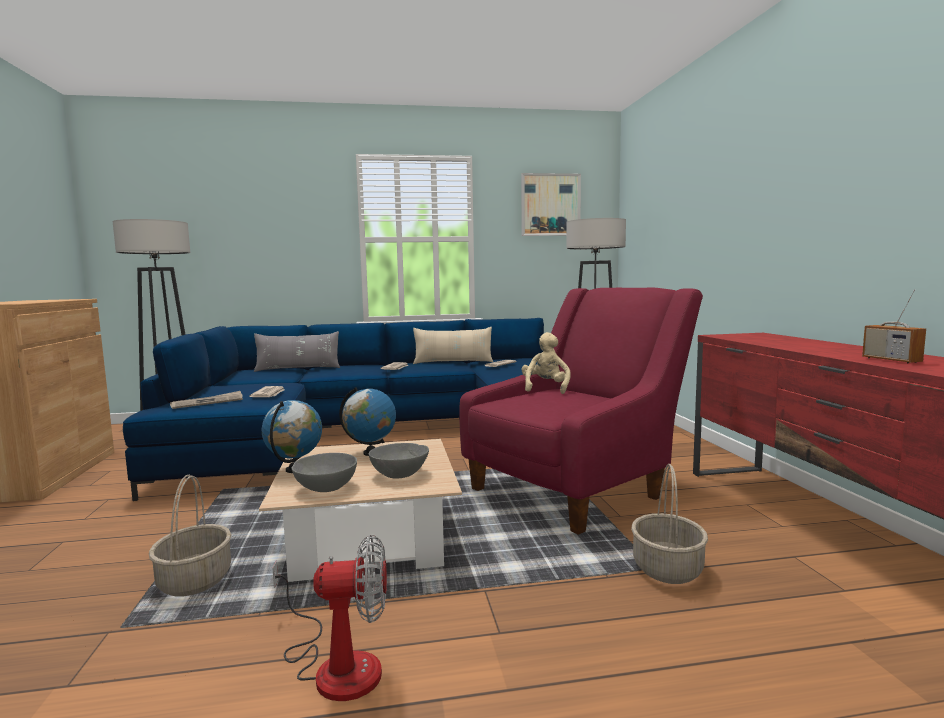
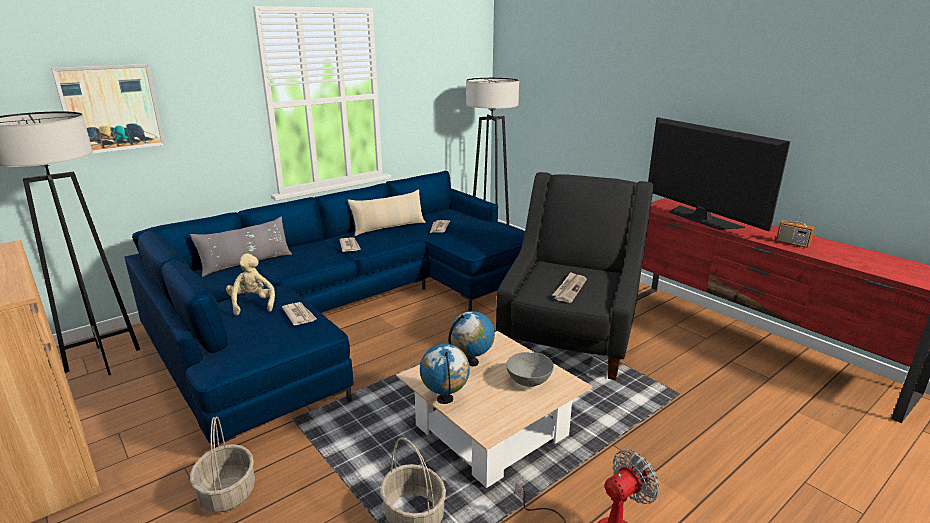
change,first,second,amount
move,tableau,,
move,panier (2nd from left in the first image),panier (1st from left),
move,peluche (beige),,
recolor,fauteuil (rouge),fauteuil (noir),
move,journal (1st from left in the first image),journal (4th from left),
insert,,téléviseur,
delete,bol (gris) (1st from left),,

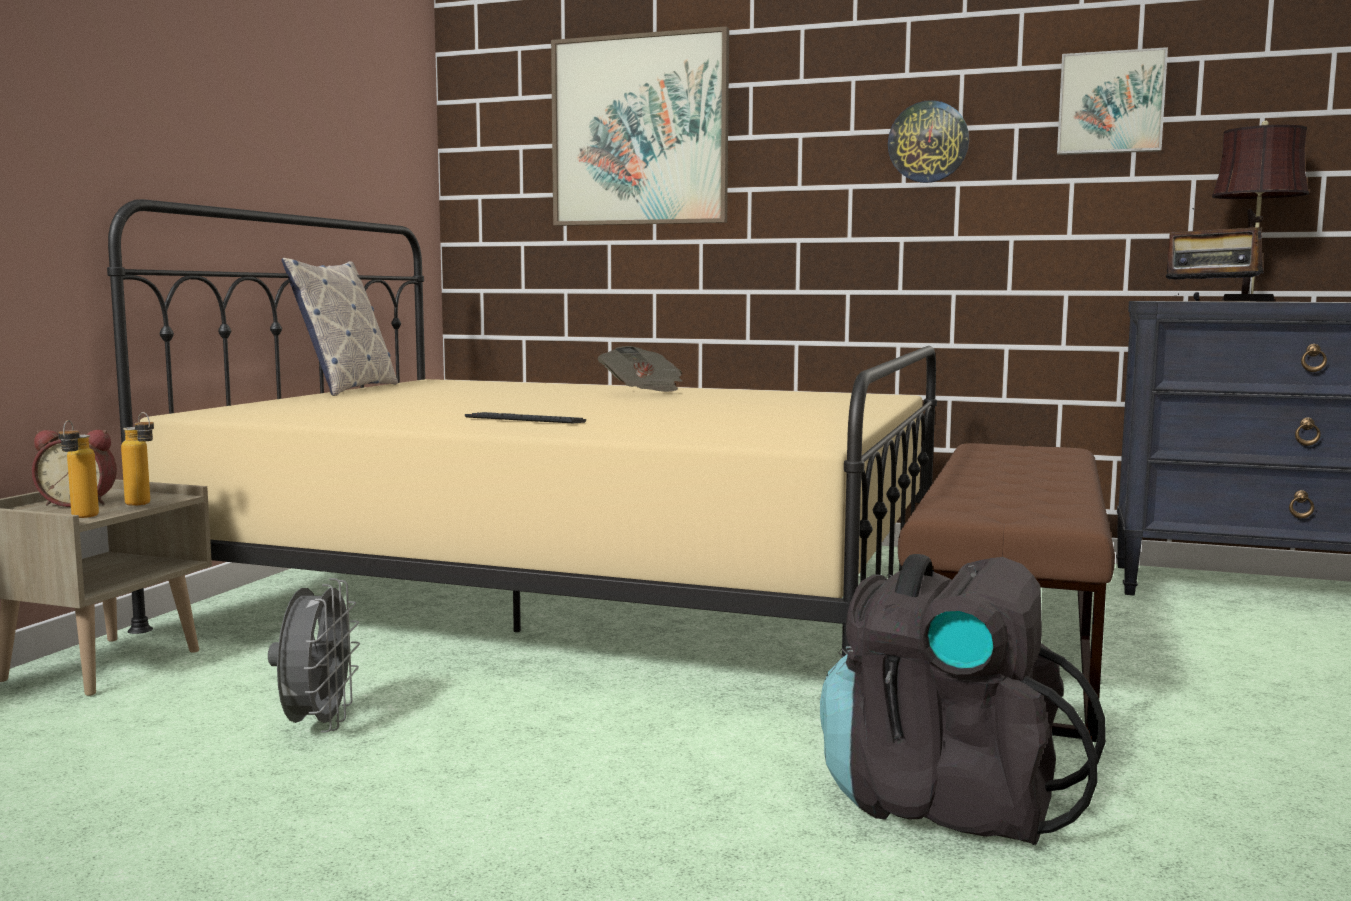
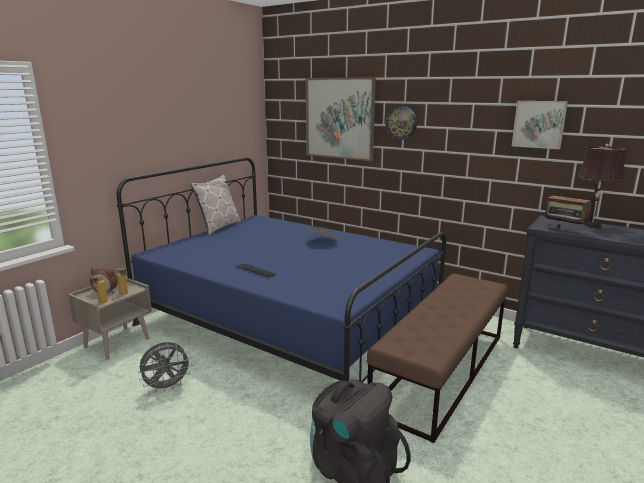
change,first,second,amount
recolor,lit (beige),lit (bleu),
rotate,ventilateur (gris),,45 degrees clockwise
move,horloge murale,,

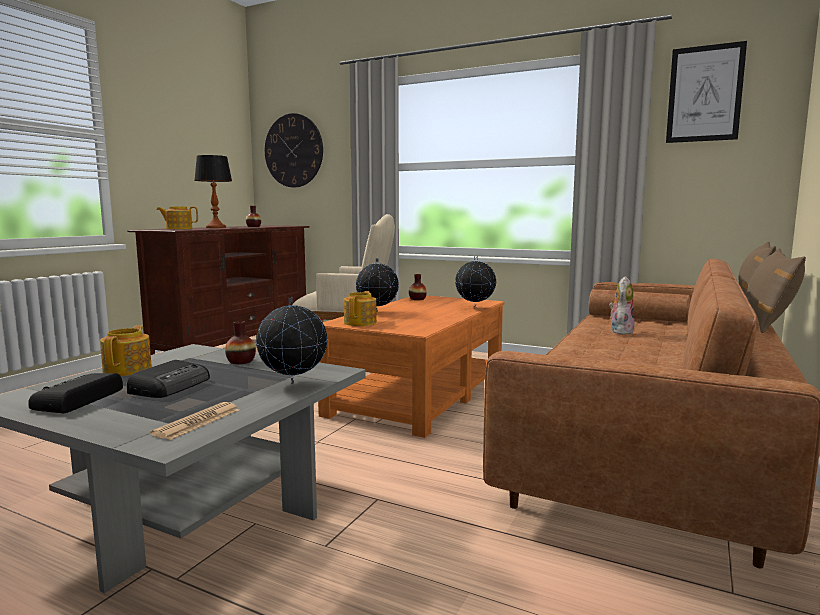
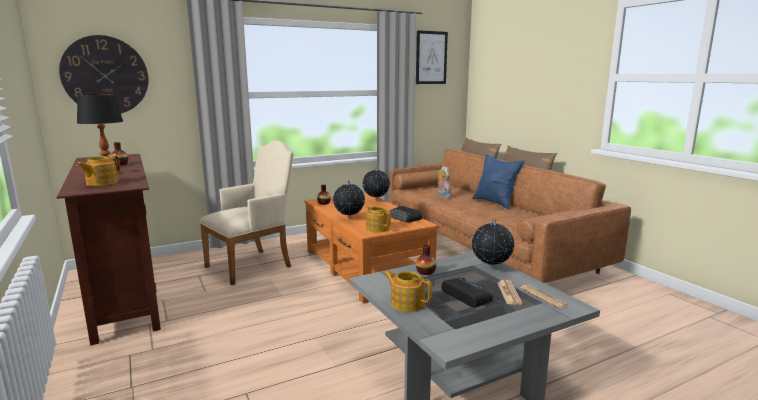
change,first,second,amount
move,radio (1st from left),,
insert,,coussin (bleu),
insert,,journal (1st from left),

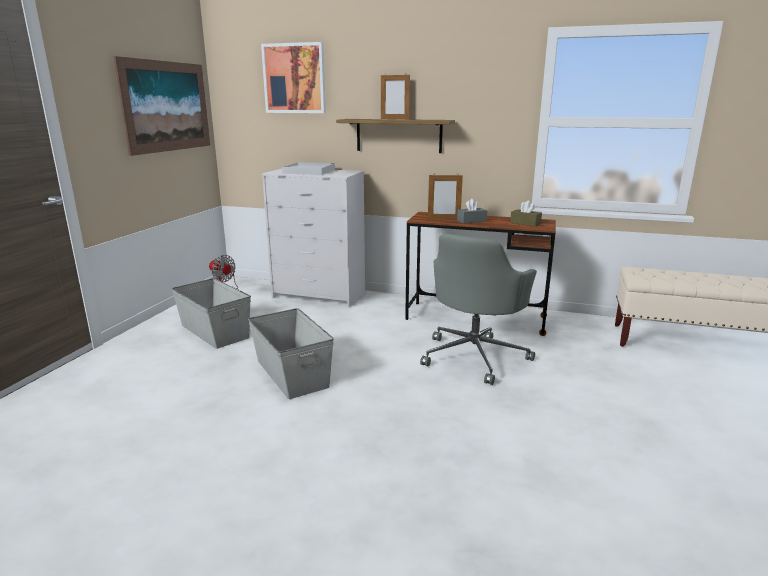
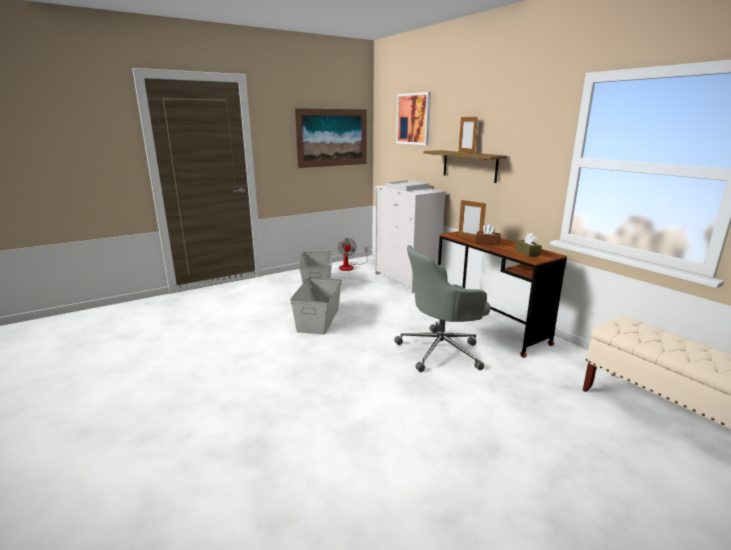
change,first,second,amount
recolor,boîte à mouchoirs (gris),boîte à mouchoirs (marron) (1st from left),

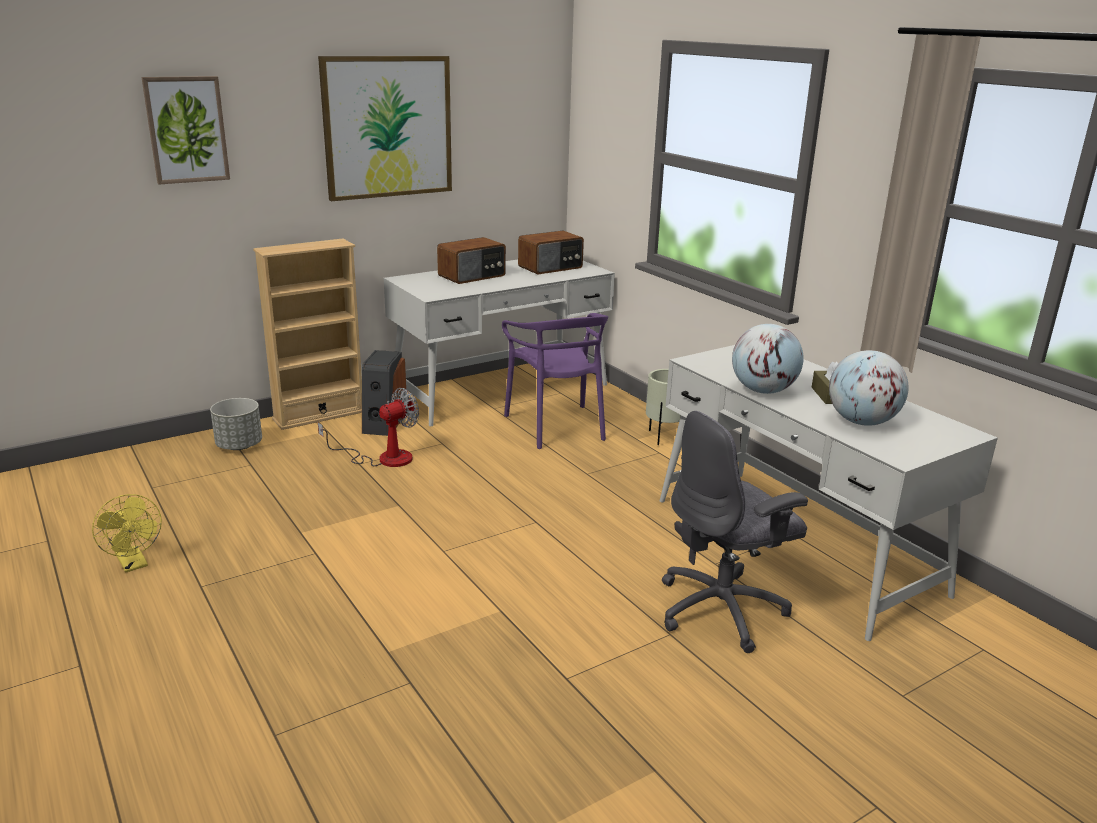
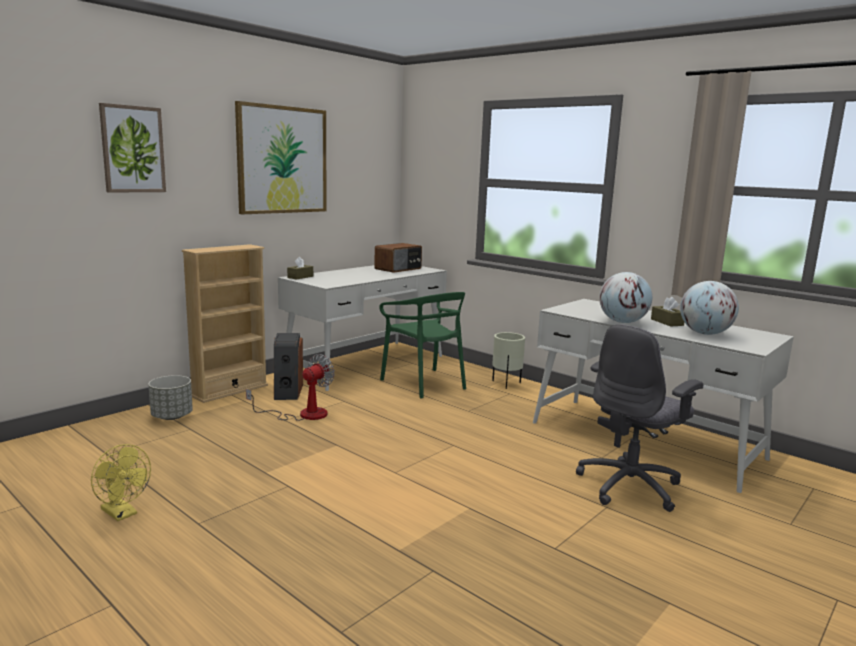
change,first,second,amount
insert,,boîte à mouchoirs (marron) (1st from left),
recolor,chaise (violet),chaise (vert),
delete,radio (1st from left),,

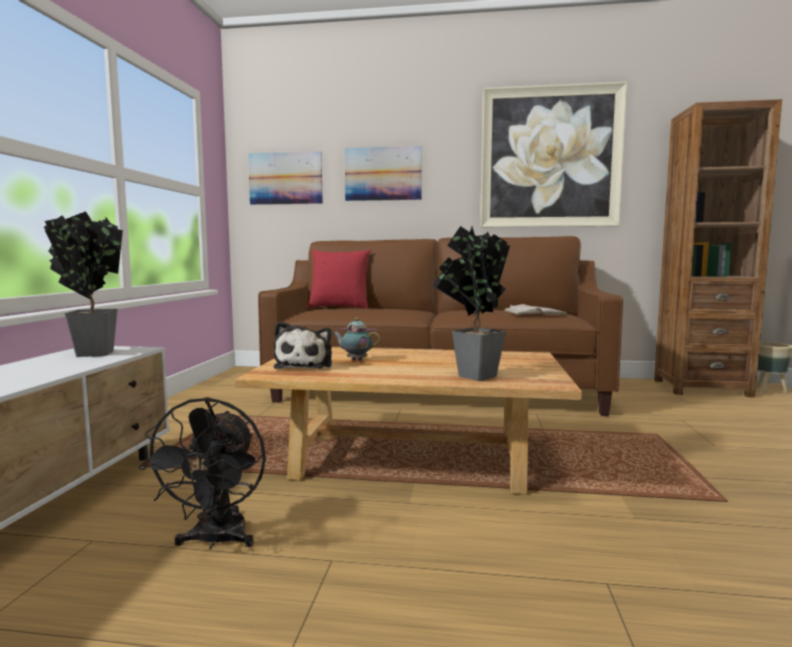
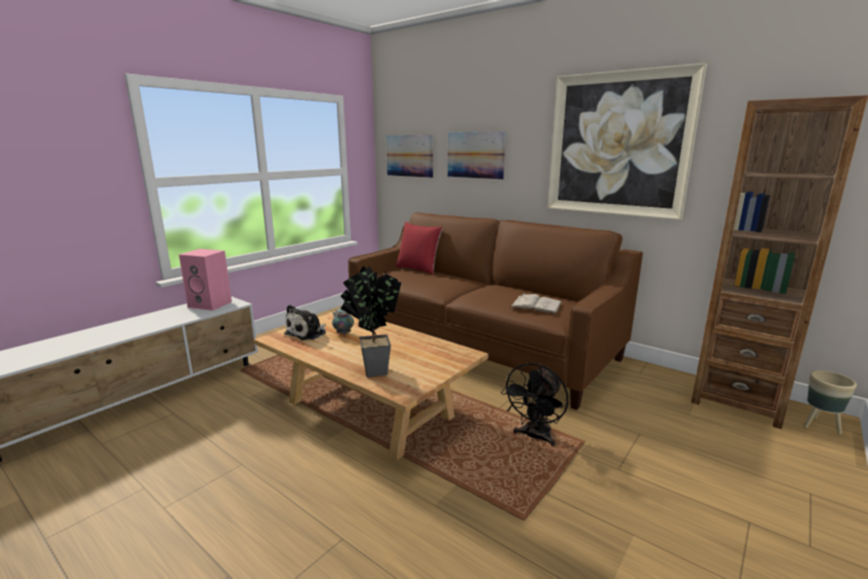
change,first,second,amount
replace,plante en pot (1st from left),enceinte (rose),
move,ventilateur (noir),,

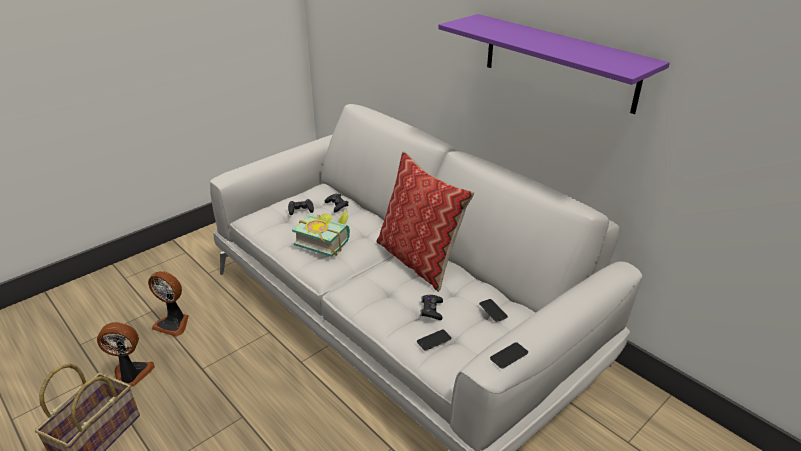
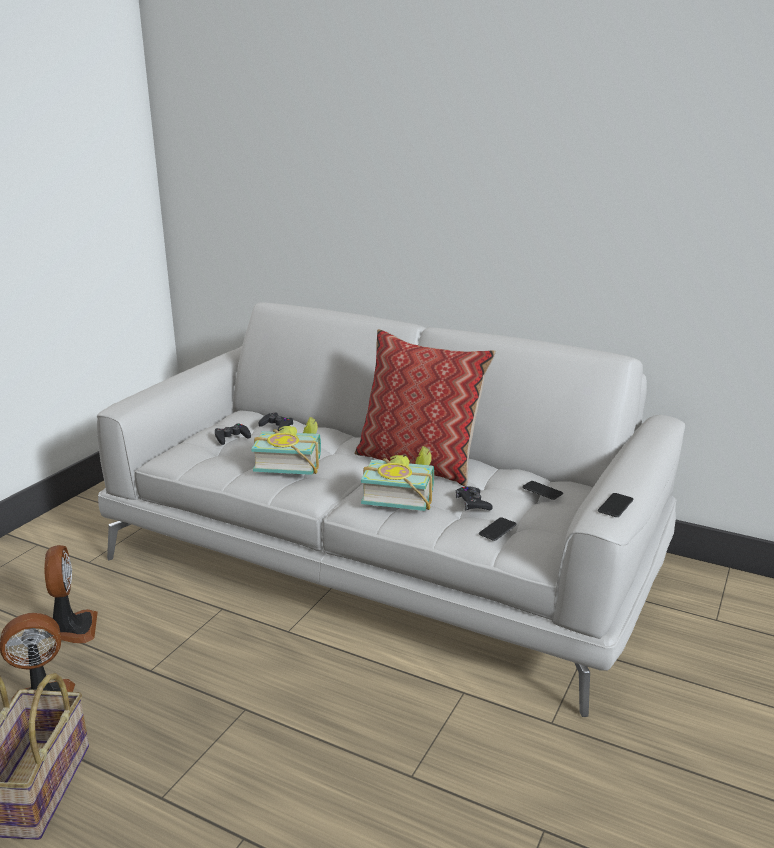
change,first,second,amount
rotate,ventilateur (2nd from left),,105 degrees counterclockwise
insert,,livre (2nd from left),
delete,étagère (violet),,

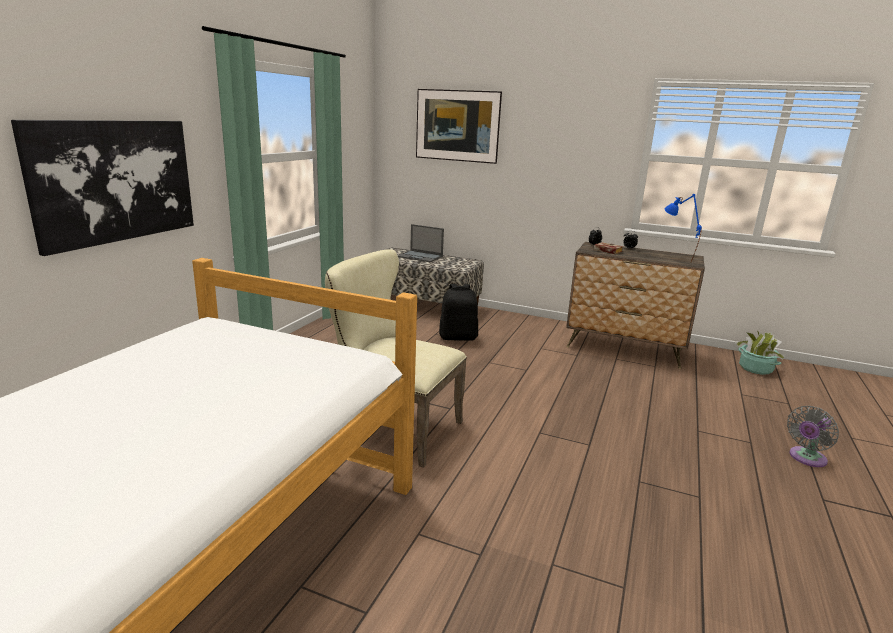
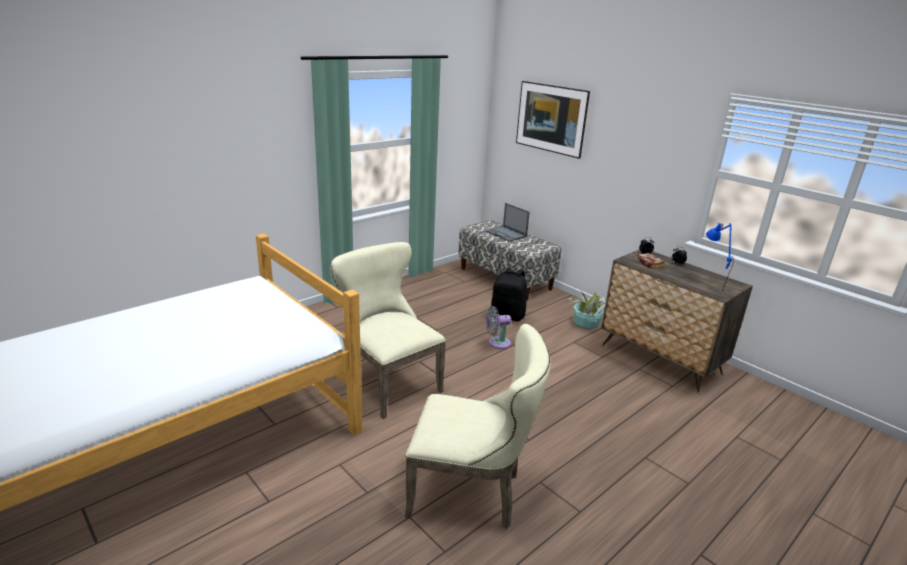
change,first,second,amount
insert,,chaise (beige) (2nd from left),
move,ventilateur (gris),,
move,plante en pot,,
delete,tableau (1st from left),,

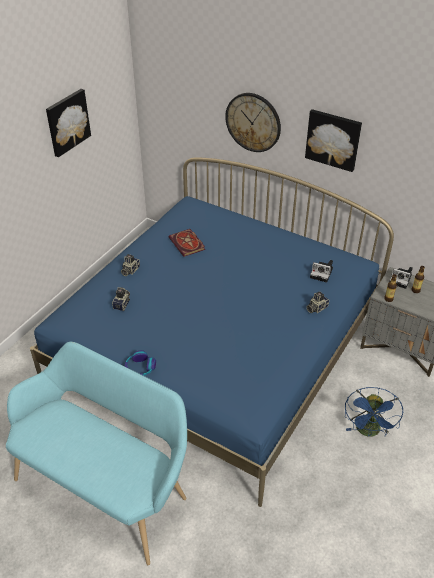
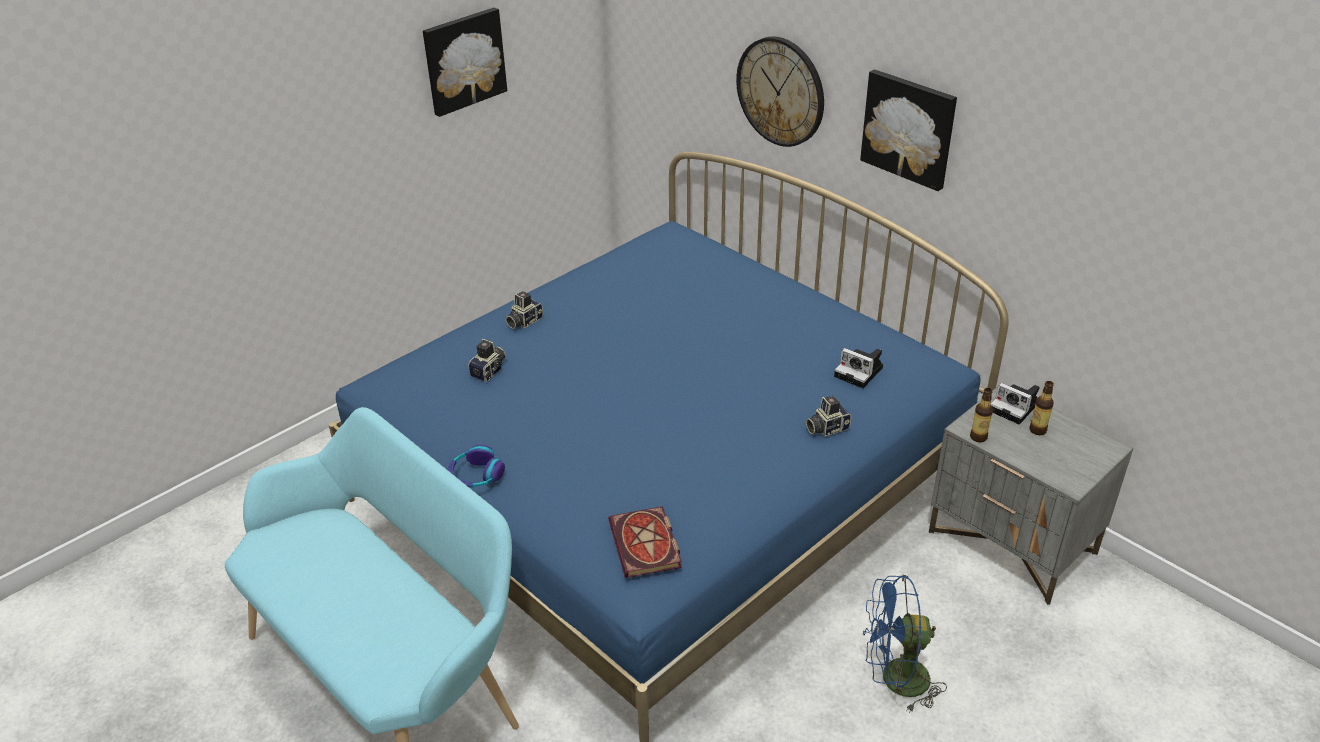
change,first,second,amount
move,livre,,
rotate,ventilateur (bleu),,60 degrees clockwise

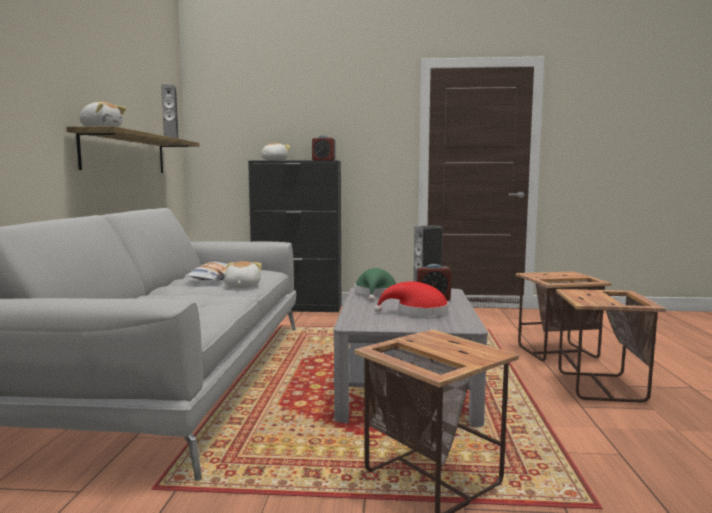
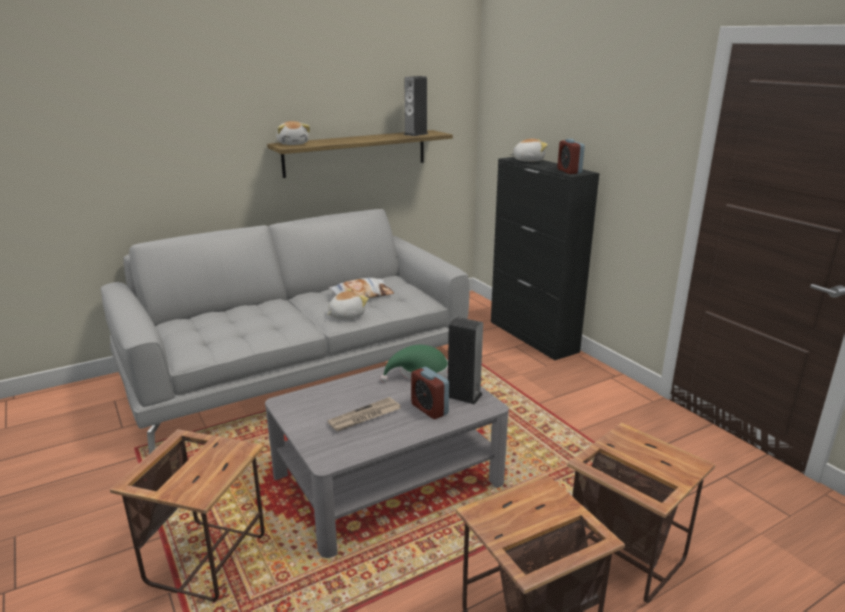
change,first,second,amount
replace,chapeau (rouge),journal,

